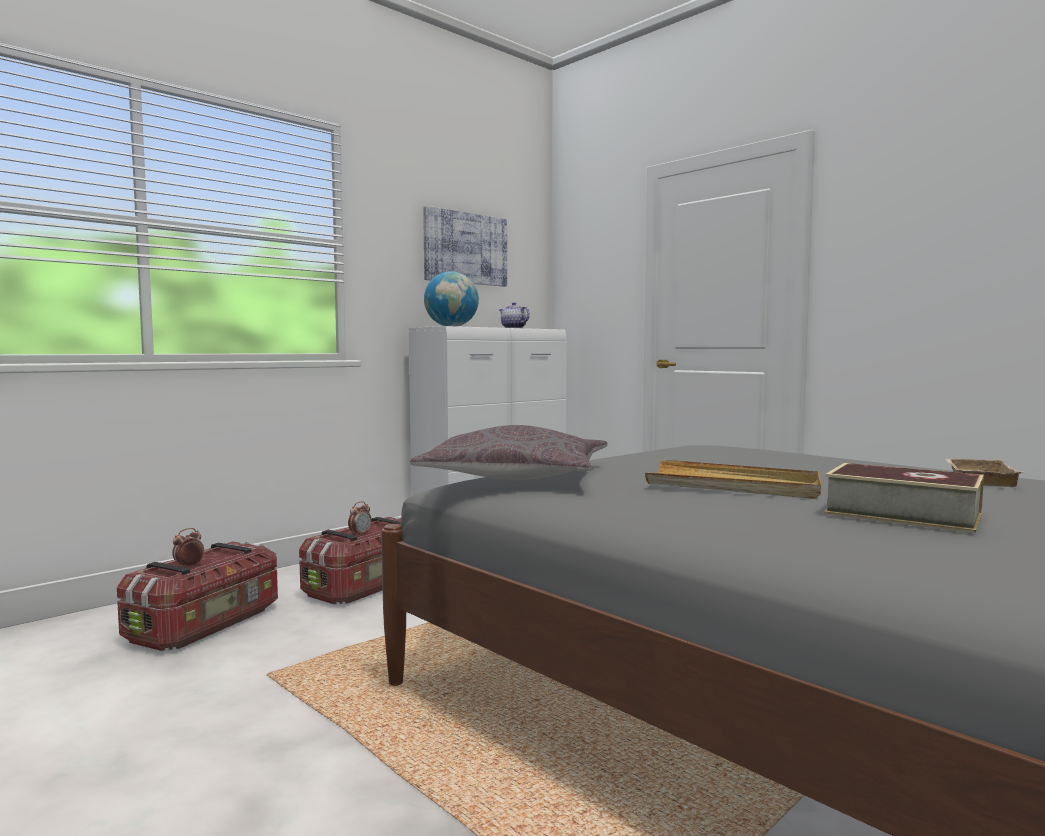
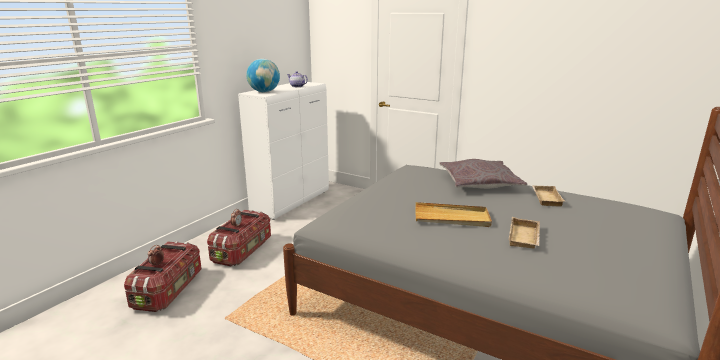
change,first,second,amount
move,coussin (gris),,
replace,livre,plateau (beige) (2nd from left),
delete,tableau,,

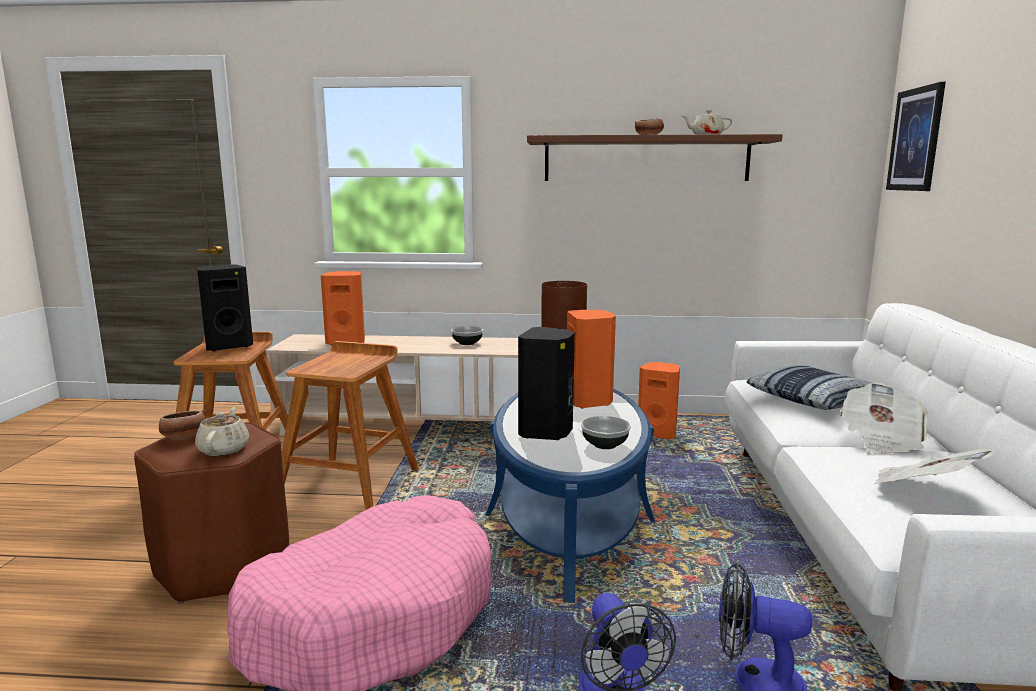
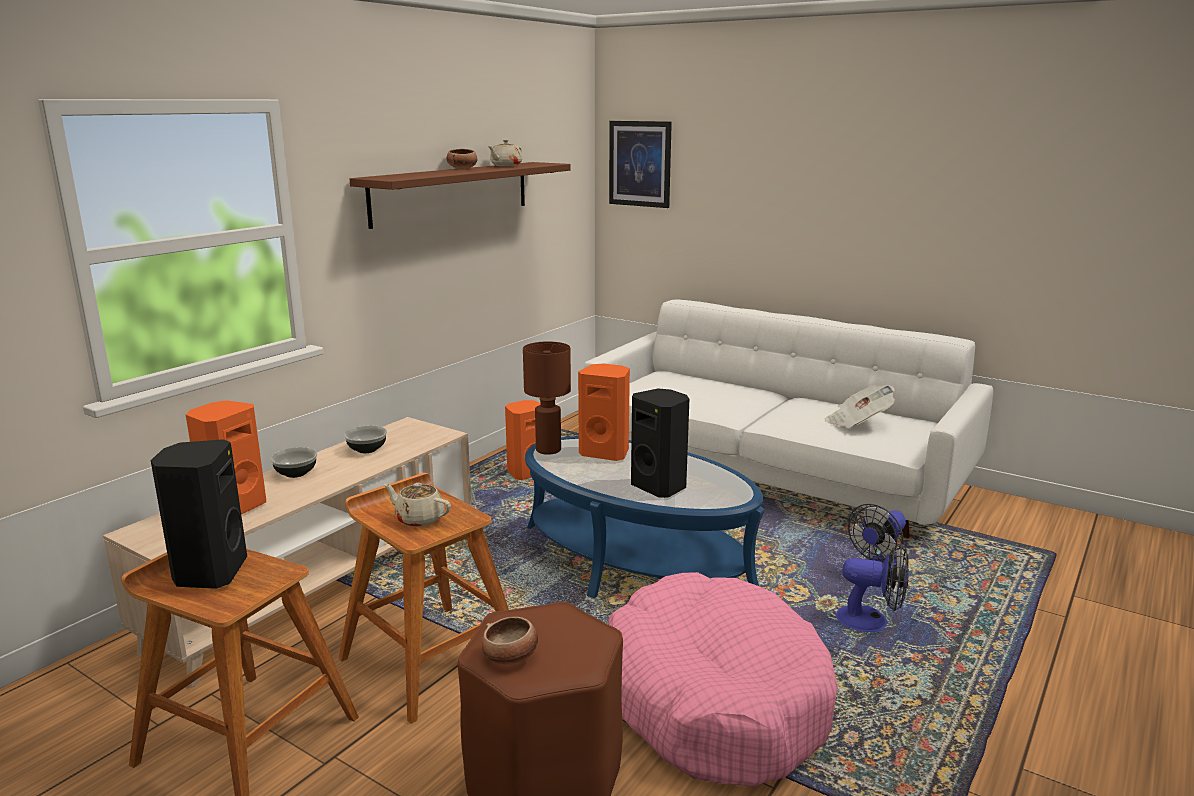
change,first,second,amount
move,bol (3rd from left in the first image),bol (1st from left),
move,théière (beige) (1st from left),,
delete,coussin,,
delete,journal (1st from left),,

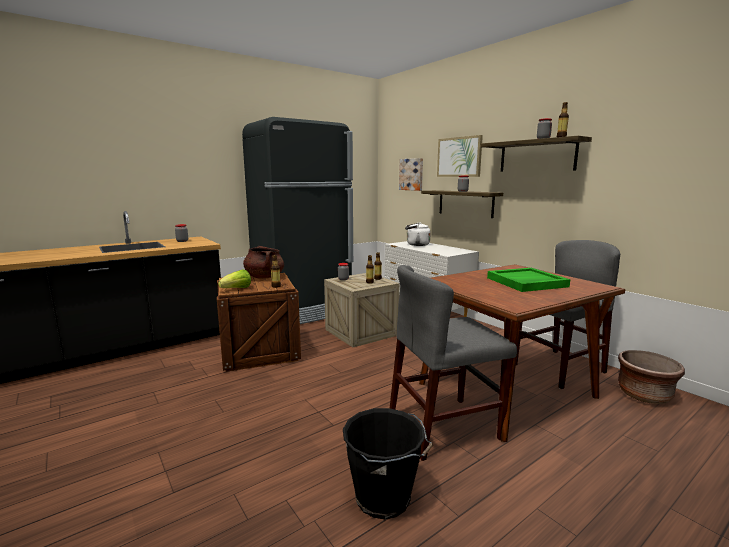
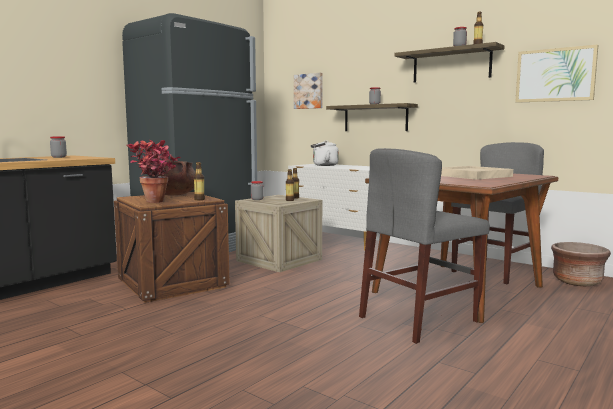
change,first,second,amount
replace,laitue,plante en pot,
recolor,plateau (vert),plateau (beige),
move,tableau (2nd from left),,
delete,seau (noir),,

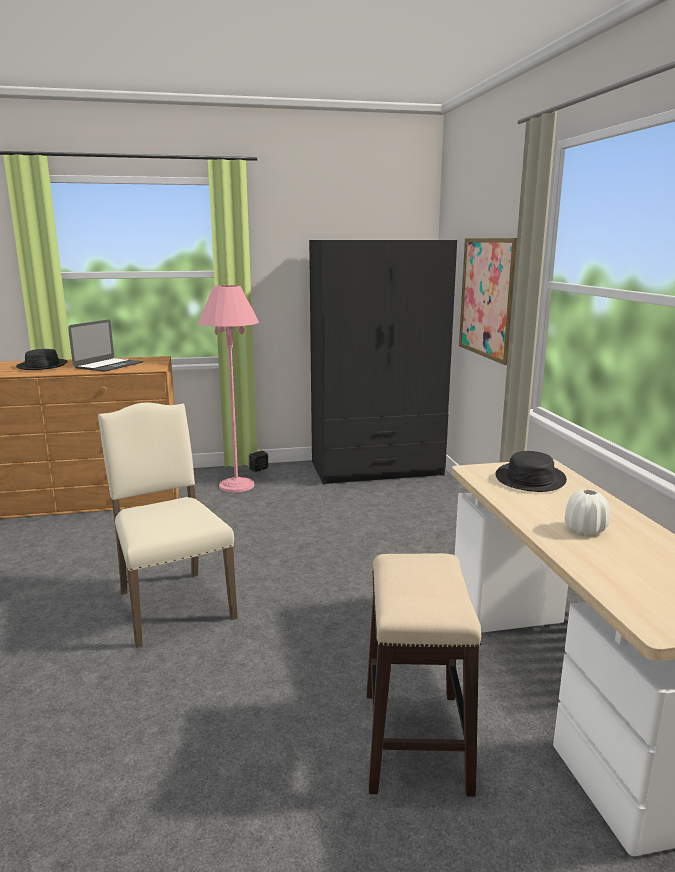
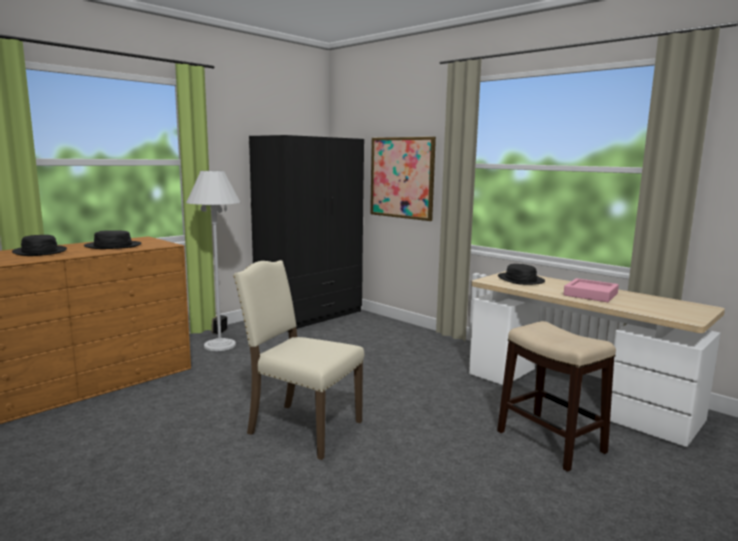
change,first,second,amount
replace,ordinateur portable,chapeau (noir) (2nd from left),
recolor,lampadaire (rose),lampadaire (blanc),
replace,vase (blanc),plateau (rose),

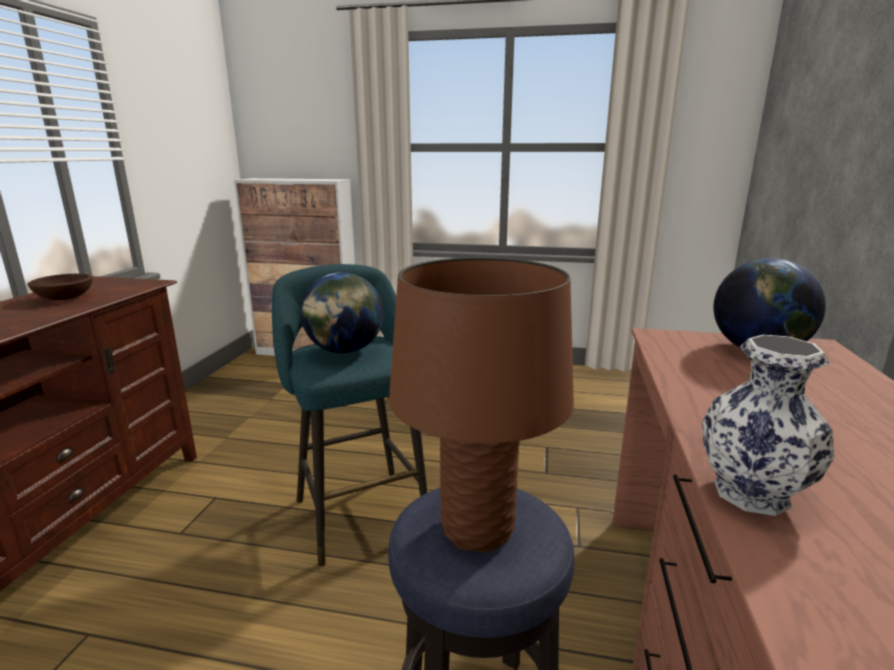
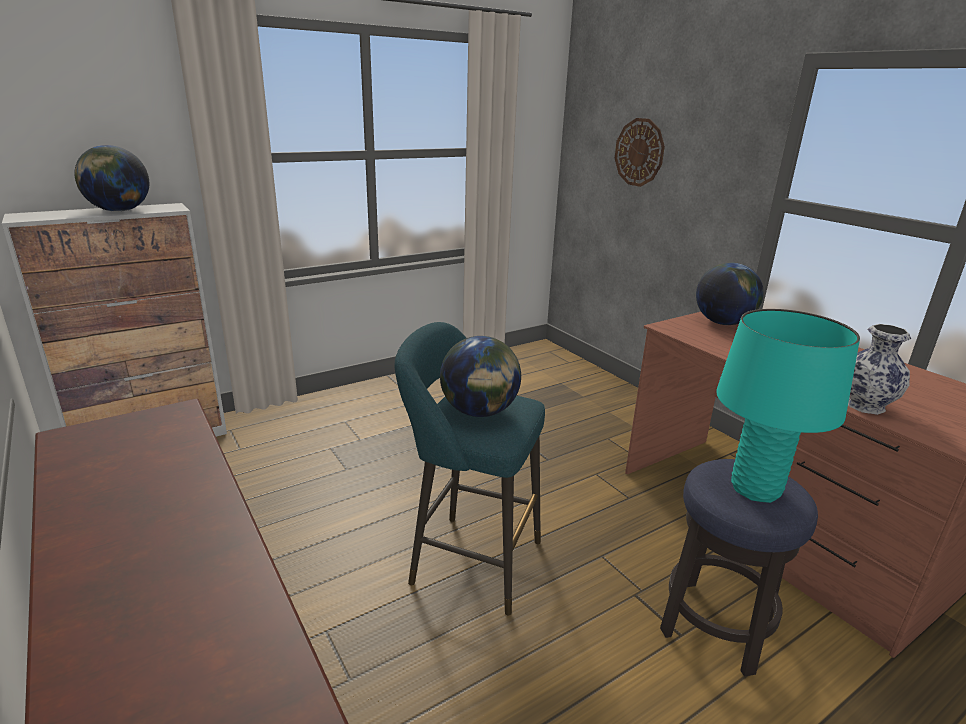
change,first,second,amount
insert,,globe (1st from left),
insert,,horloge murale,
recolor,lampe de table (marron),lampe de table (turquoise),
delete,bol (marron),,

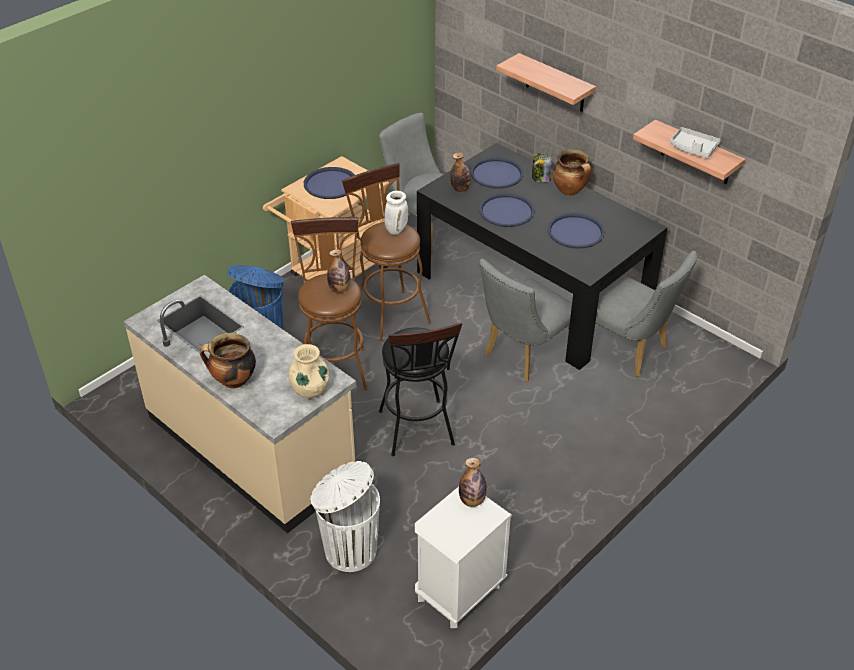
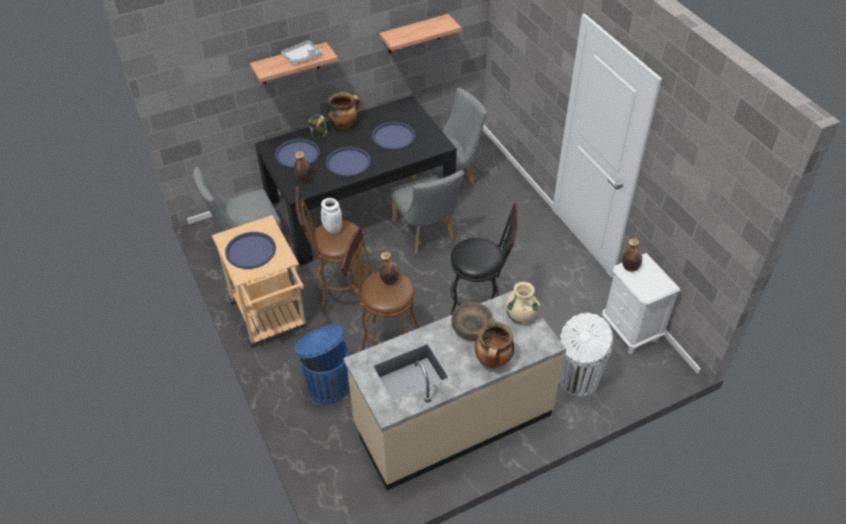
change,first,second,amount
move,plateau (gris),,
insert,,bol (marron),

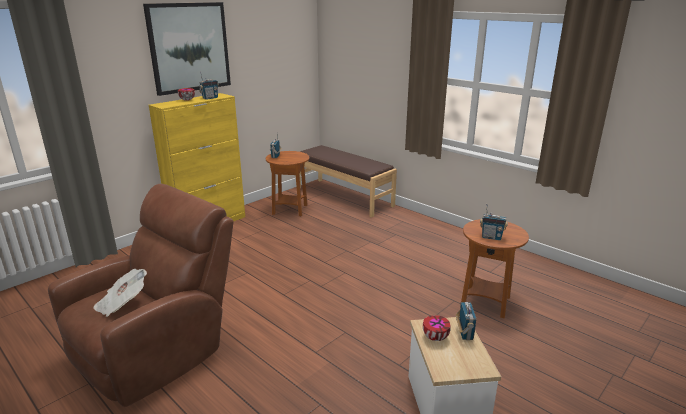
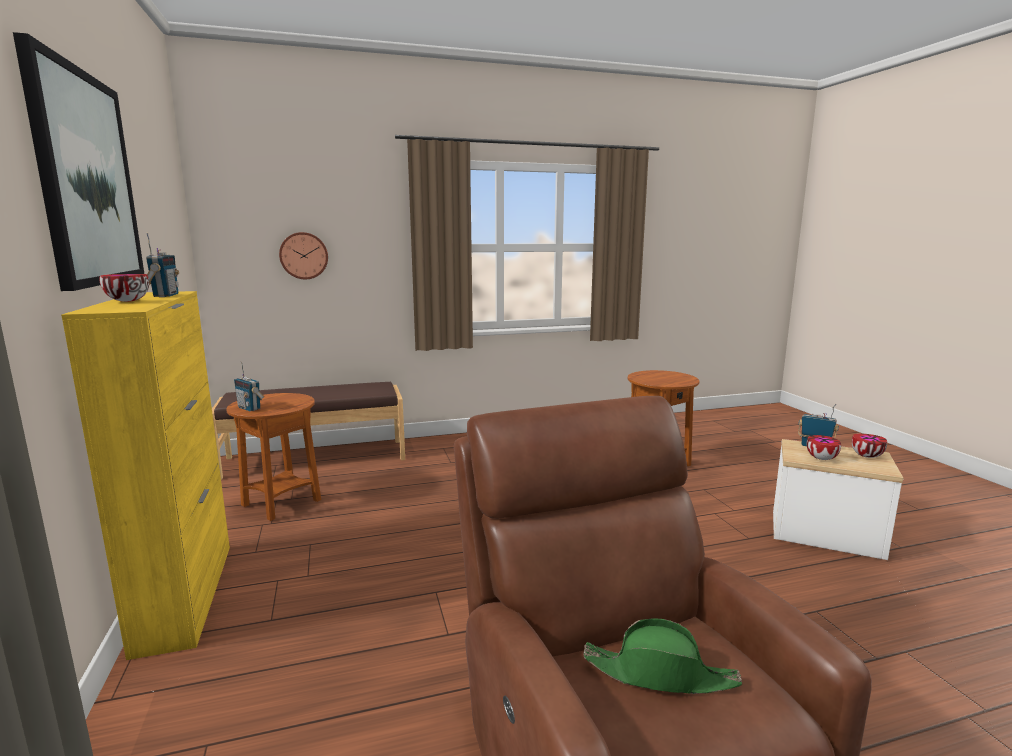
change,first,second,amount
insert,,horloge murale,
replace,journal,chapeau (vert),
insert,,bol (3rd from left),
delete,radio (4th from left),,

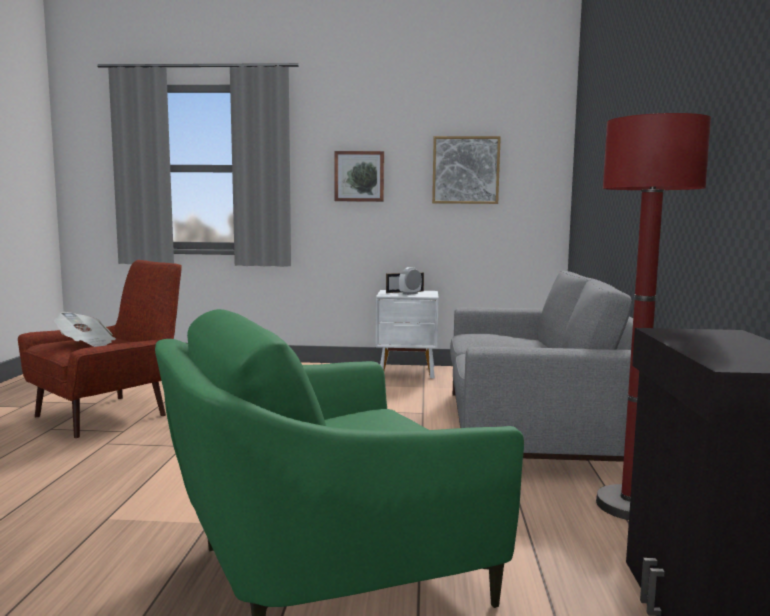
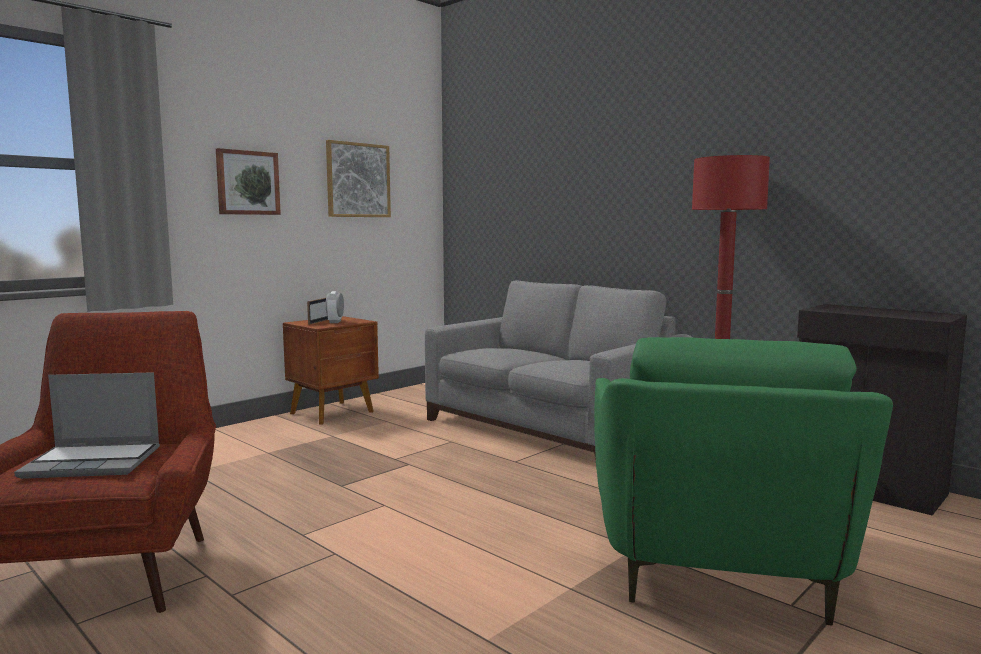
change,first,second,amount
replace,journal,ordinateur portable,
recolor,table de chevet (blanc),table de chevet (marron),

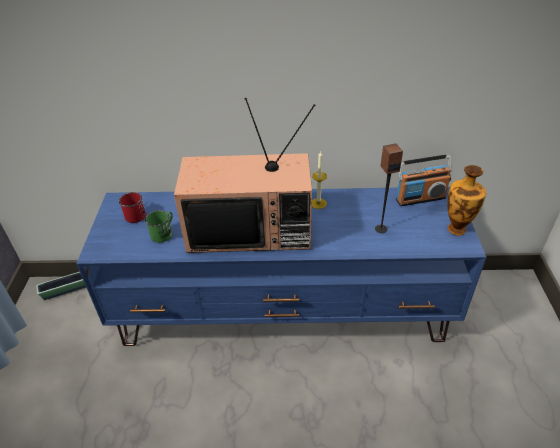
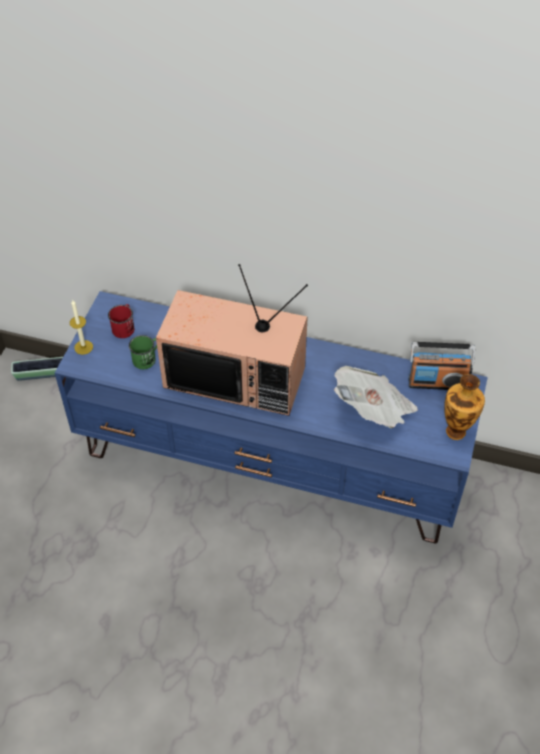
change,first,second,amount
move,bougie,,
replace,enceinte,journal,

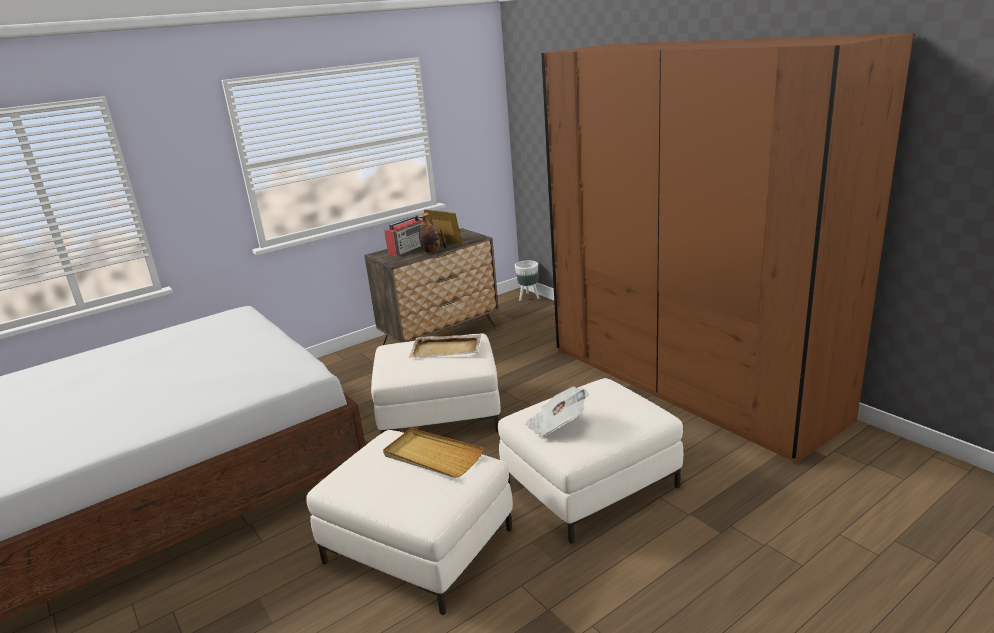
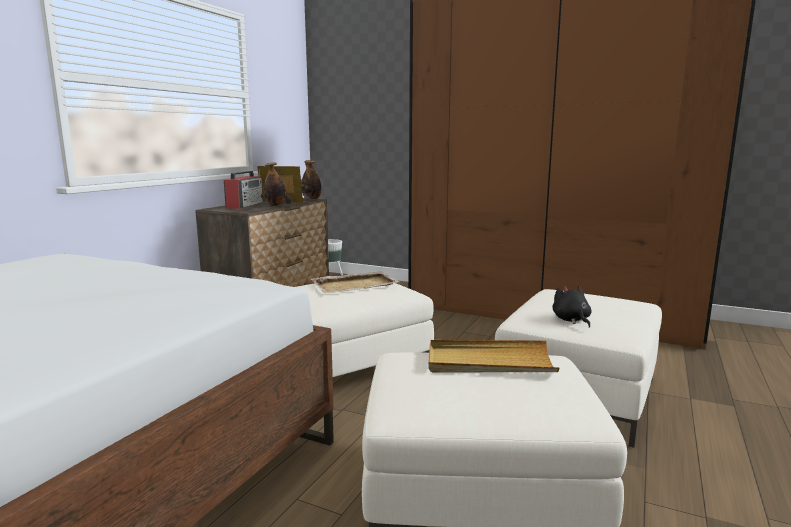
change,first,second,amount
insert,,bouteille (2nd from left),
replace,journal,peluche (noir),

